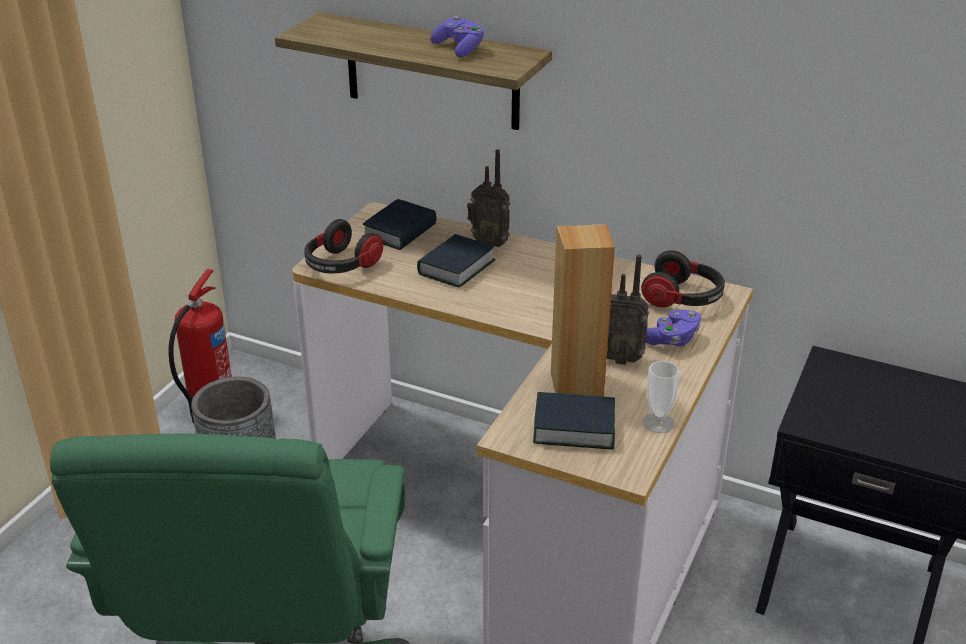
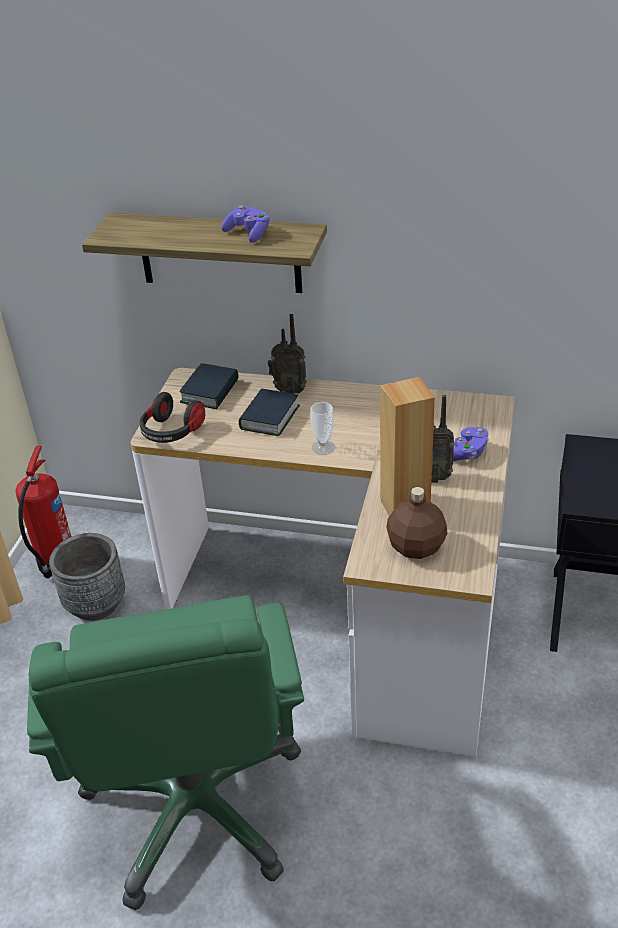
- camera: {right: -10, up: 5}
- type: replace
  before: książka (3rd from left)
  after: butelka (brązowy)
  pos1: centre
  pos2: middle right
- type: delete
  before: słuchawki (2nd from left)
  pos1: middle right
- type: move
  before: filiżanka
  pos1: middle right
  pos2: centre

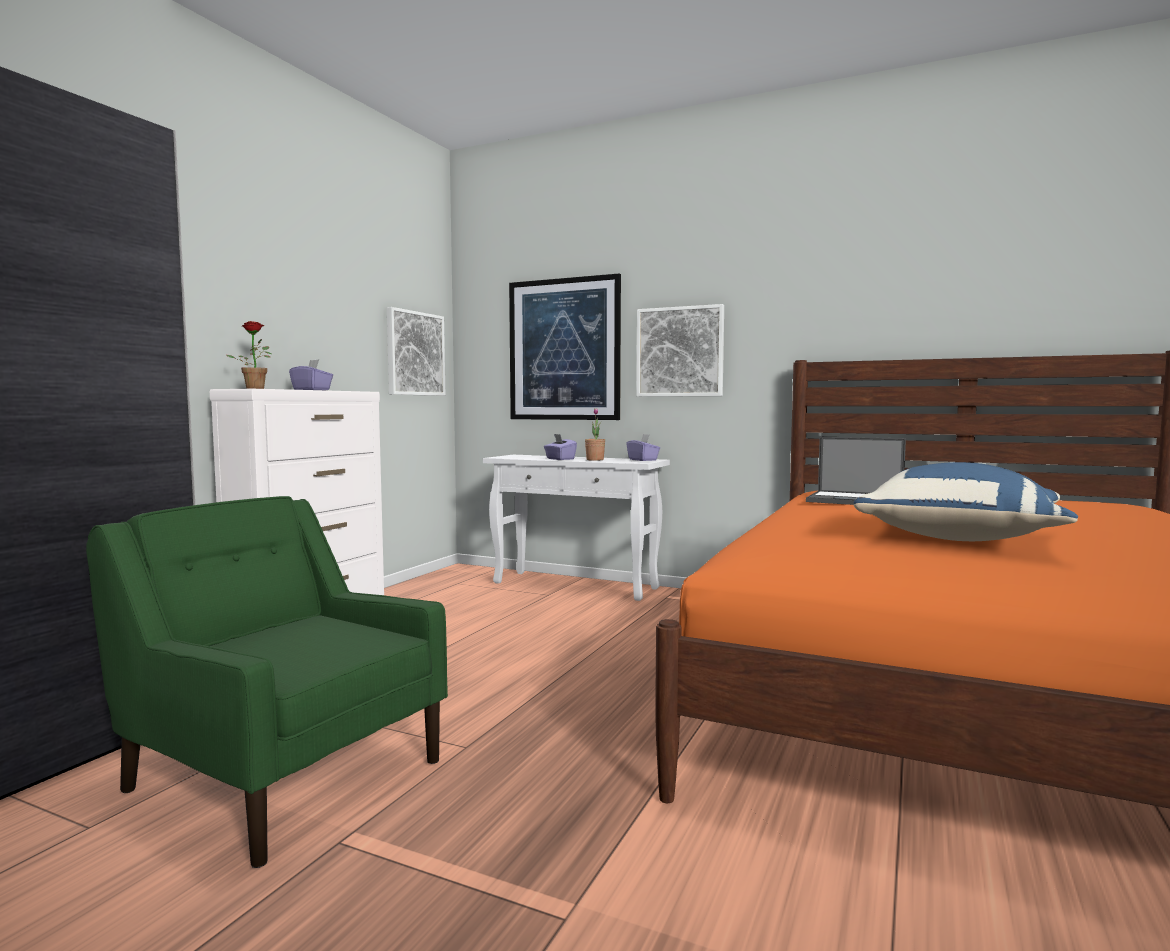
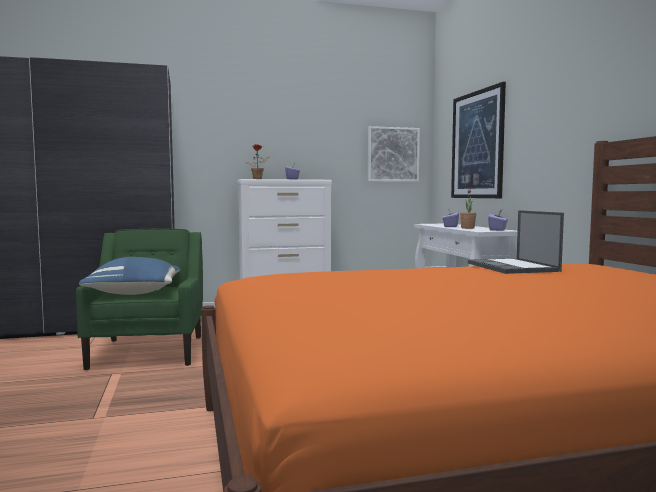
- camera: {right: 50, up: 0}
- type: delete
  before: obraz (3rd from left)
  pos1: centre
- type: move
  before: poduszka (niebieski)
  pos1: middle right
  pos2: middle left

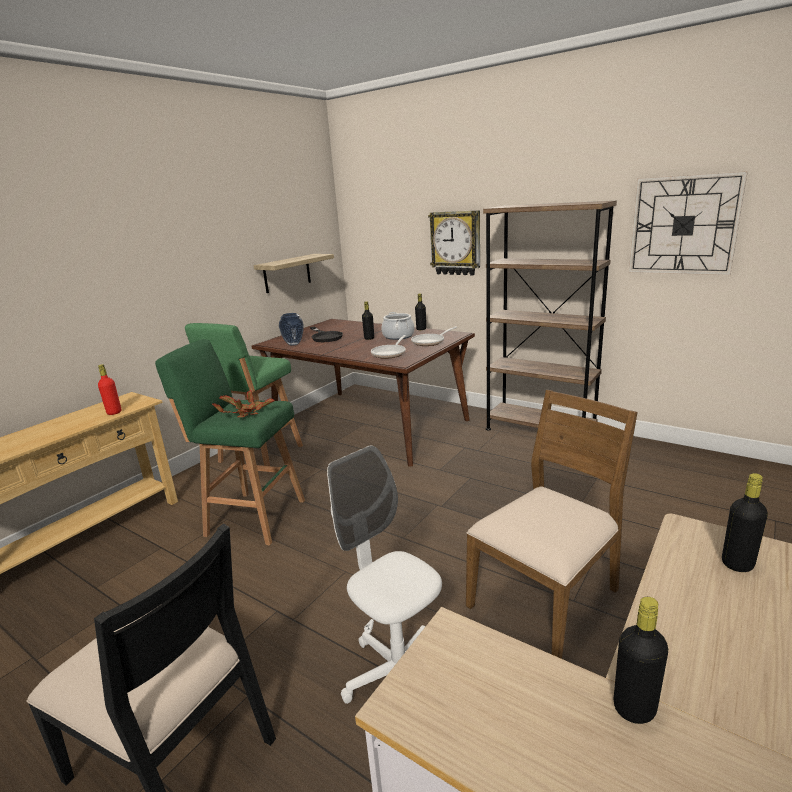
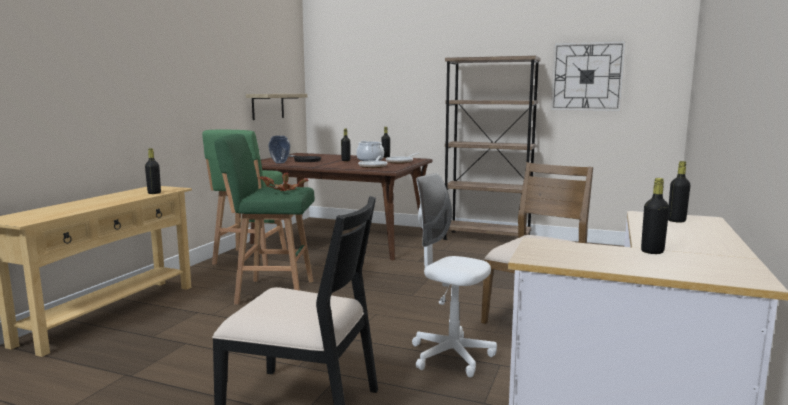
- camera: {right: -15, up: -10}
- type: recolor
  before: butelka (czerwony)
  after: butelka (czarny) (1st from left)
  pos1: middle left
  pos2: middle left
- type: delete
  before: zegar ścienny (1st from left)
  pos1: top centre

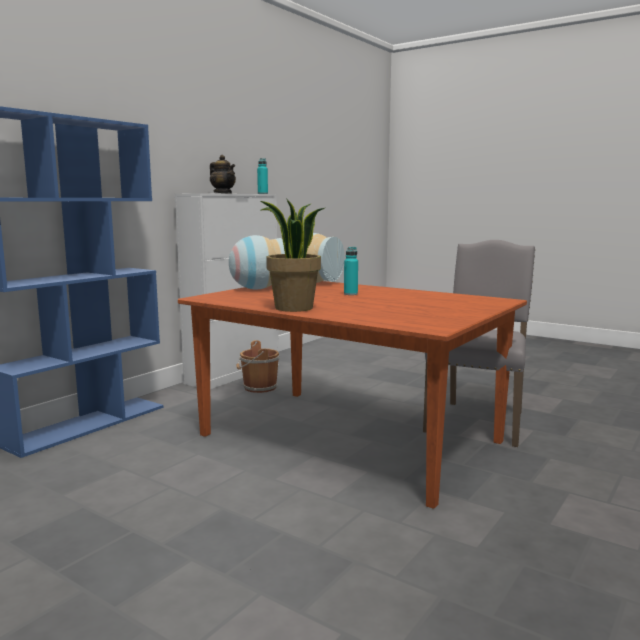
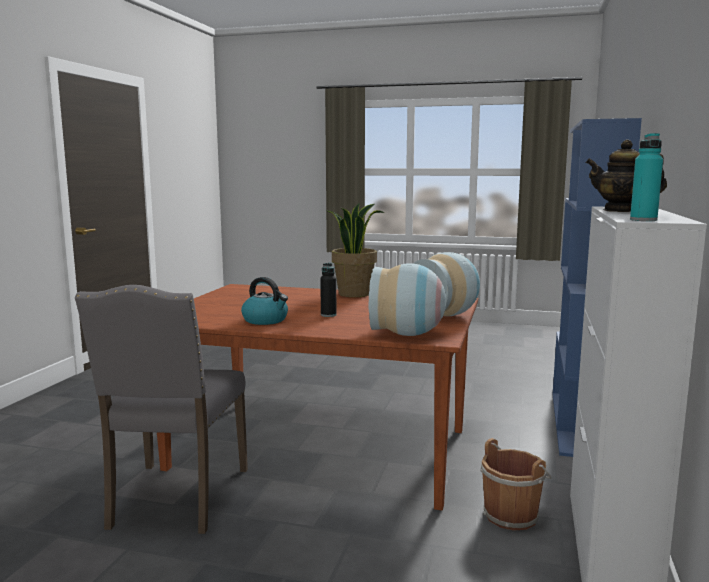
- camera: {right: 160, up: 0}
- type: recolor
  before: butelka (turkusowy) (2nd from left)
  after: butelka (czarny)
  pos1: centre
  pos2: centre
- type: insert
  after: czajnik
  pos2: centre

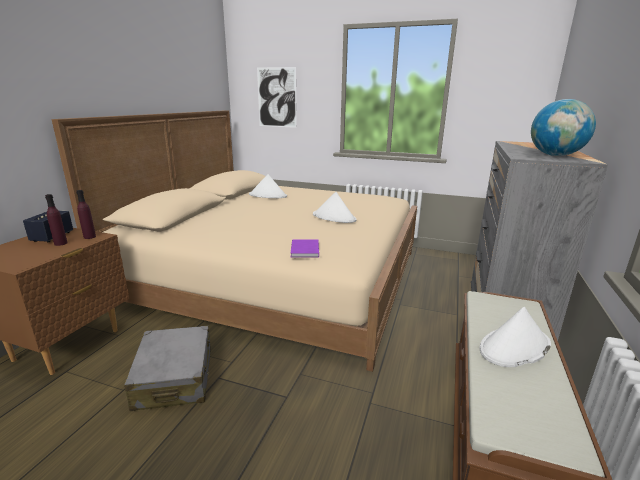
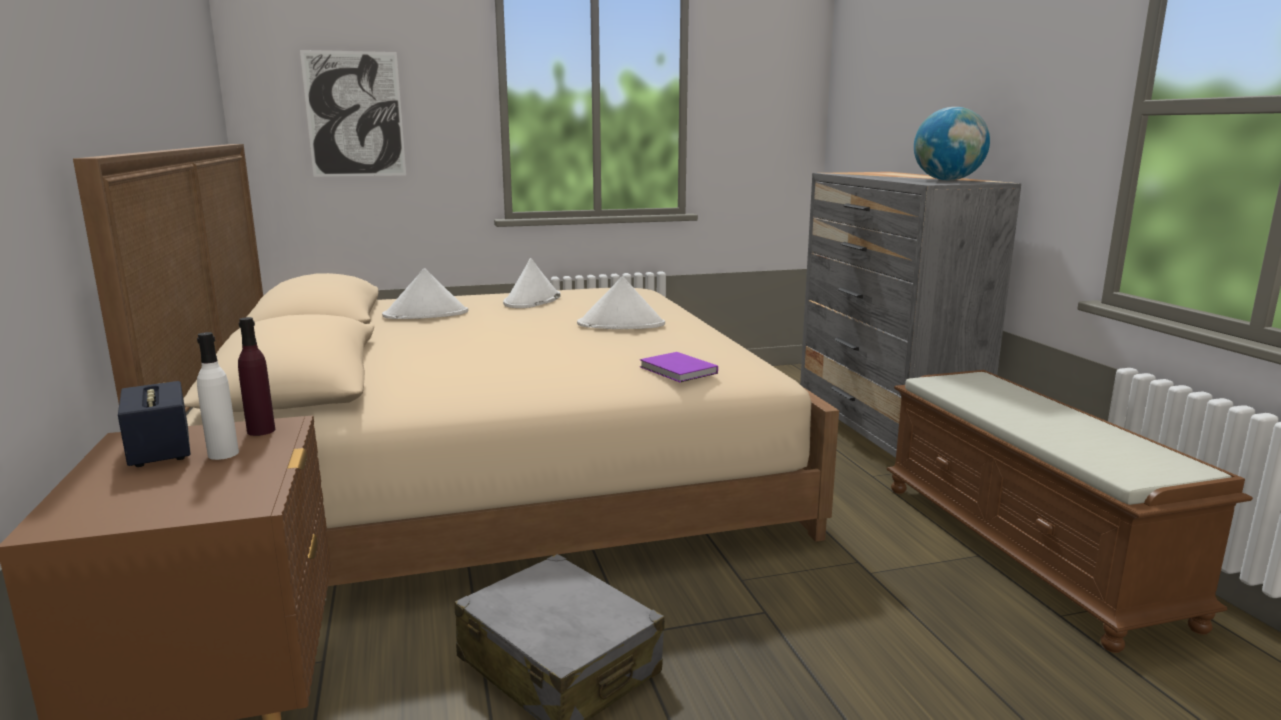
- camera: {right: -35, up: -5}
- type: recolor
  before: butelka (fioletowy) (1st from left)
  after: butelka (biały)
  pos1: middle left
  pos2: middle left
- type: move
  before: kapelusz (biały) (3rd from left in the first image)
  after: kapelusz (biały) (2nd from left)
  pos1: bottom right
  pos2: centre

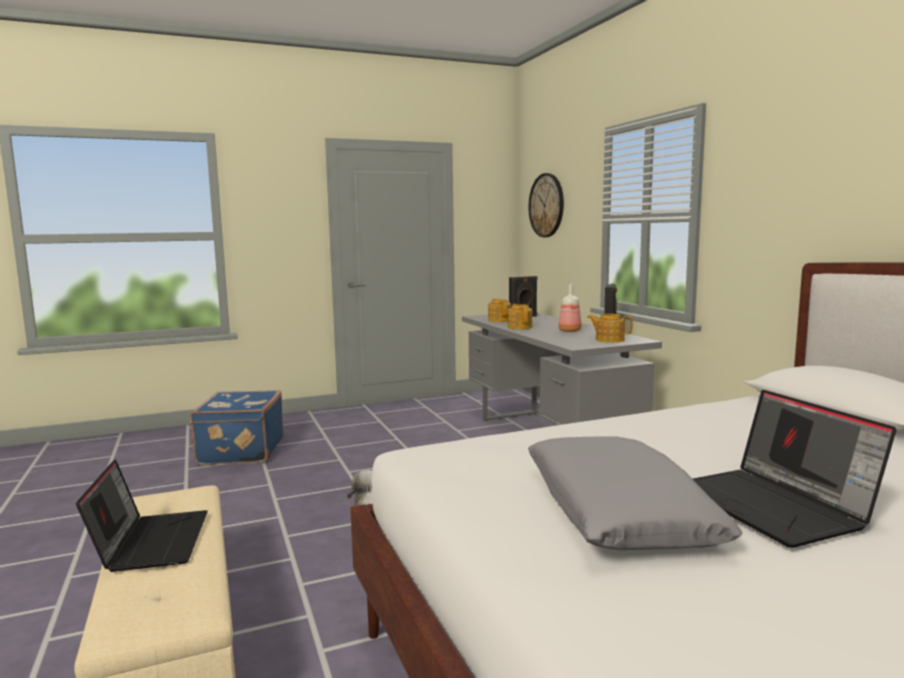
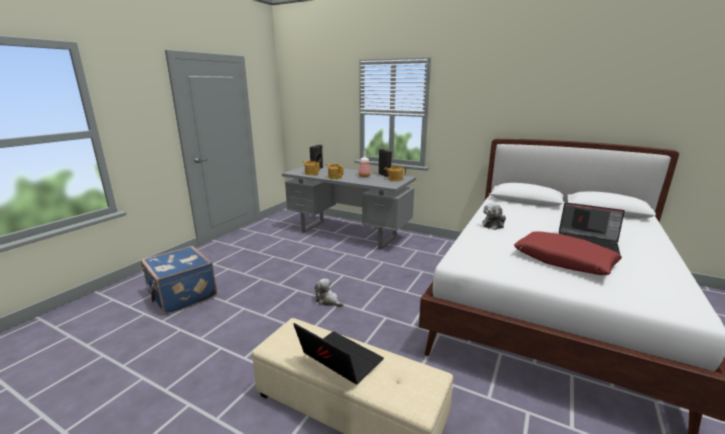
- camera: {right: -40, up: 10}
- type: delete
  before: zegar ścienny
  pos1: top centre
- type: recolor
  before: poduszka (szary)
  after: poduszka (czerwony)
  pos1: bottom right
  pos2: middle right
- type: insert
  after: pluszak (2nd from left)
  pos2: middle right

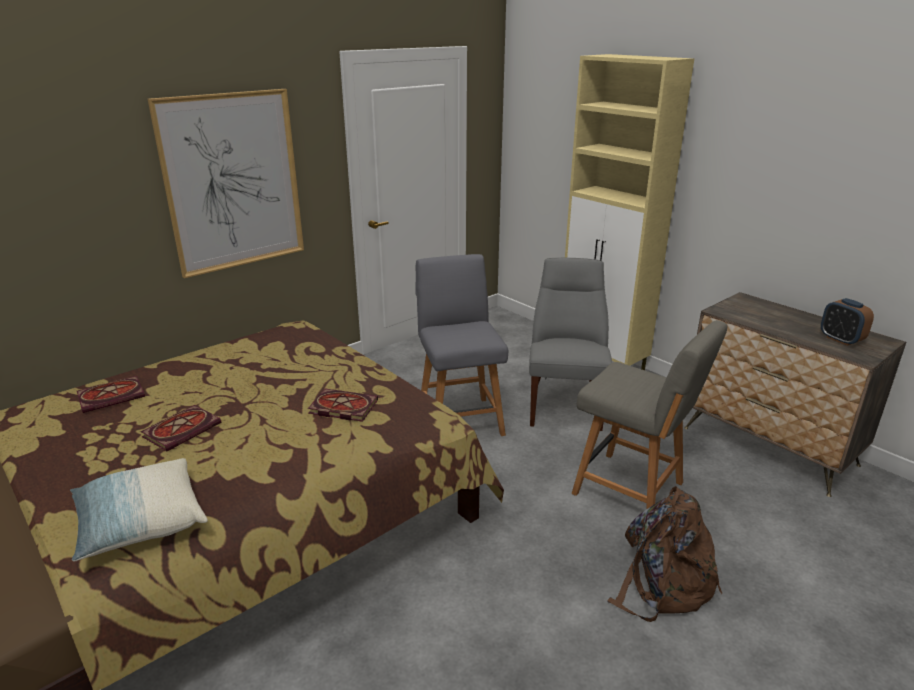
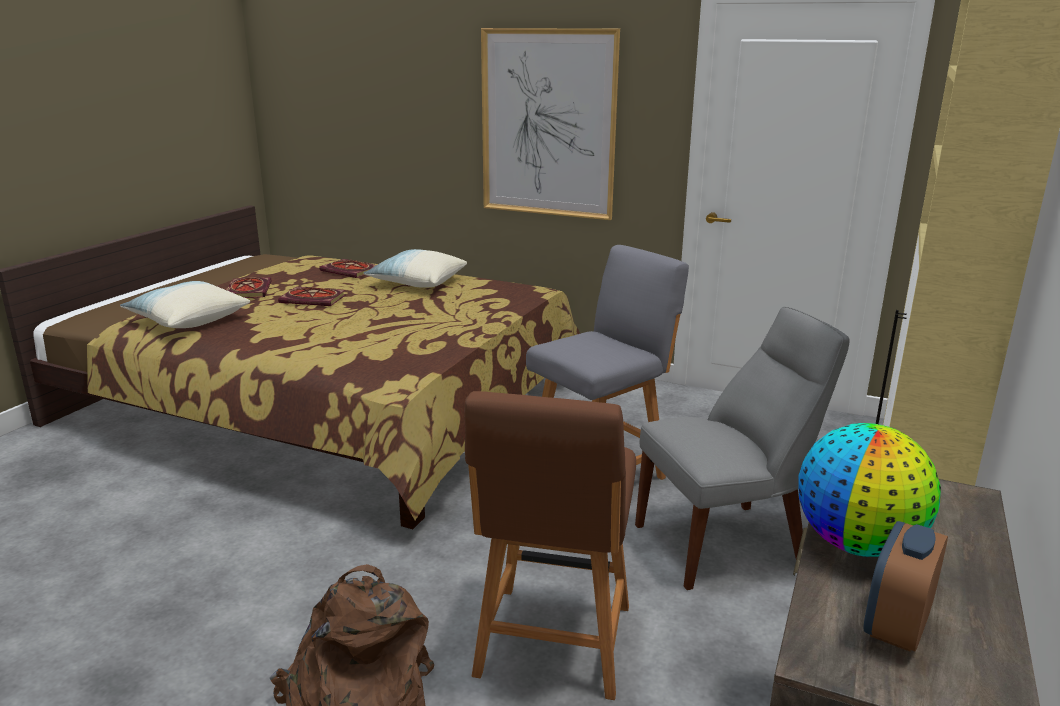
- camera: {right: 65, up: -5}
- type: move
  before: książka (3rd from left in the first image)
  after: książka (1st from left)
  pos1: centre
  pos2: middle left
- type: recolor
  before: krzesło (szary) (3rd from left)
  after: krzesło (brązowy)
  pos1: middle right
  pos2: bottom centre
- type: insert
  after: poduszka (2nd from left)
  pos2: centre
- type: insert
  after: globus
  pos2: bottom right

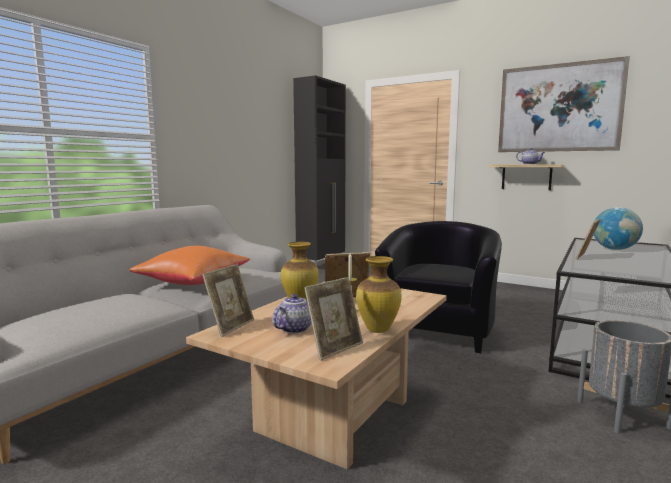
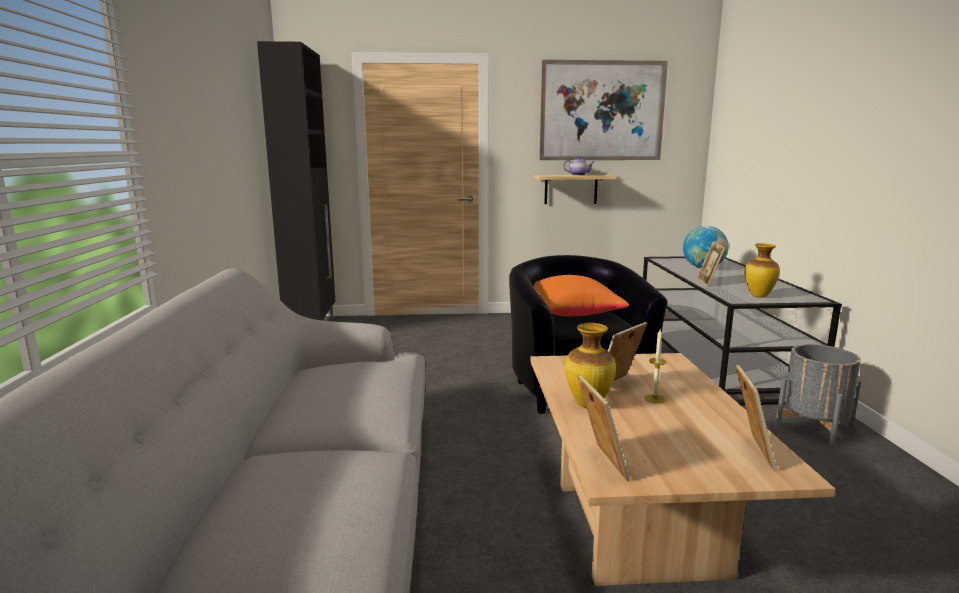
- camera: {right: -35, up: 5}
- type: move
  before: poduszka (pomarańczowy)
  pos1: middle left
  pos2: centre
- type: delete
  before: imbryk (1st from left)
  pos1: centre
- type: move
  before: wazon (2nd from left)
  pos1: centre
  pos2: middle right

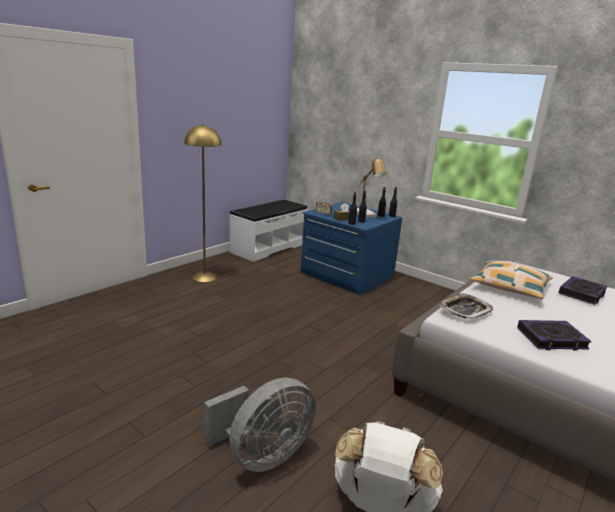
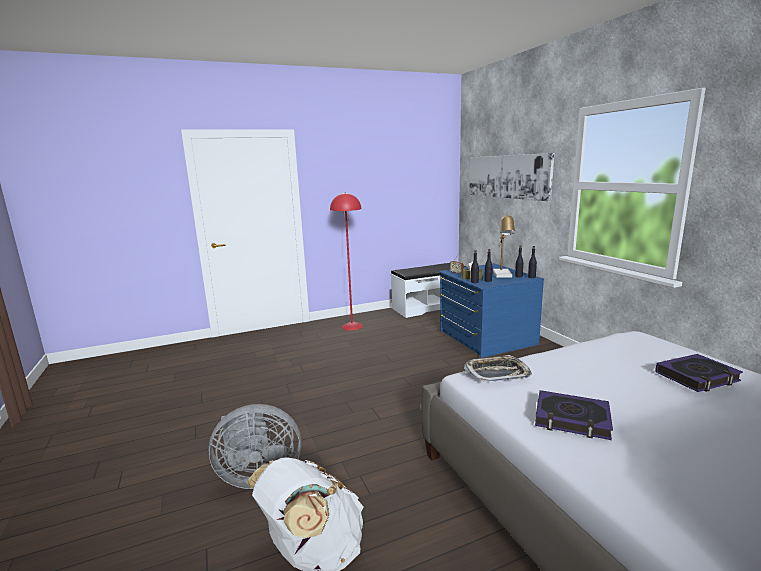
- camera: {right: 30, up: -5}
- type: recolor
  before: lampa stojąca (żółty)
  after: lampa stojąca (czerwony)
  pos1: middle left
  pos2: centre
- type: delete
  before: poduszka
  pos1: middle right
- type: insert
  after: obraz
  pos2: top right

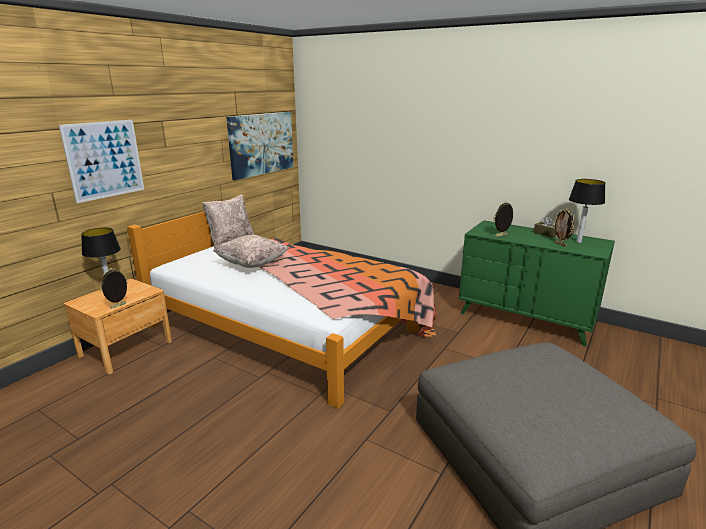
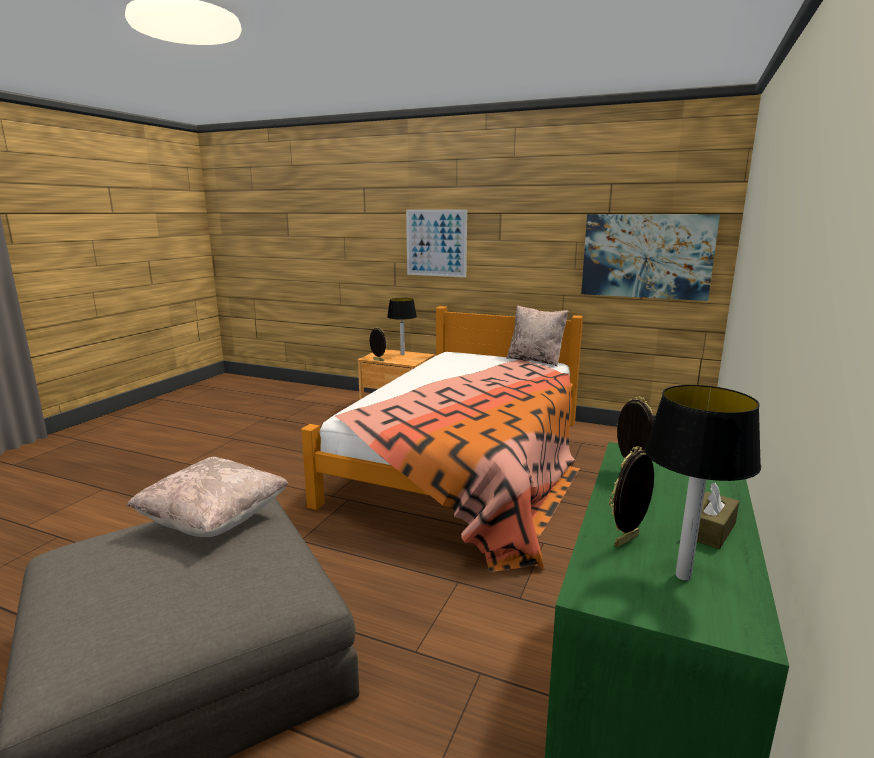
- camera: {right: 80, up: -5}
- type: move
  before: poduszka (beżowy) (2nd from left in the first image)
  after: poduszka (beżowy) (1st from left)
  pos1: centre
  pos2: middle left

